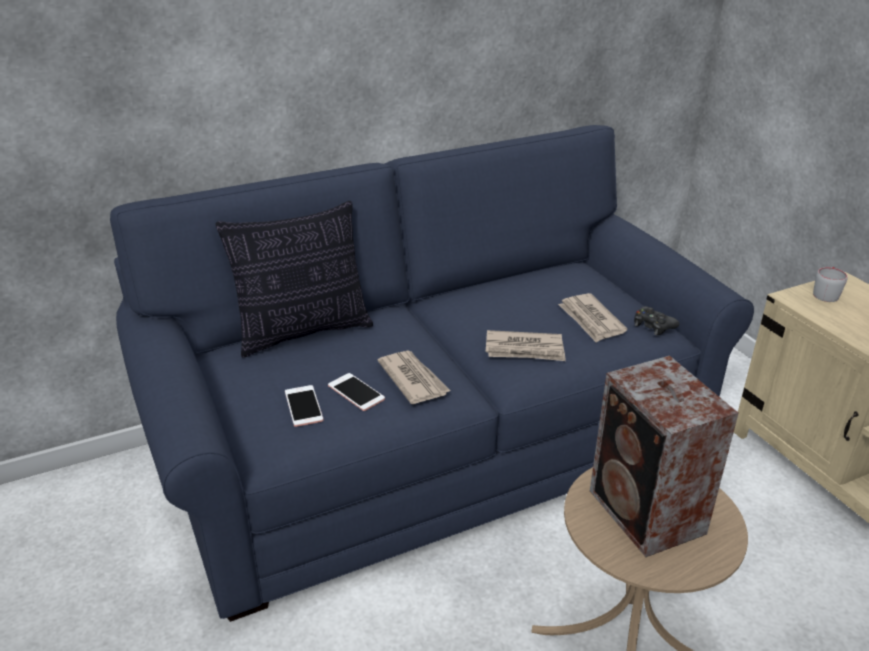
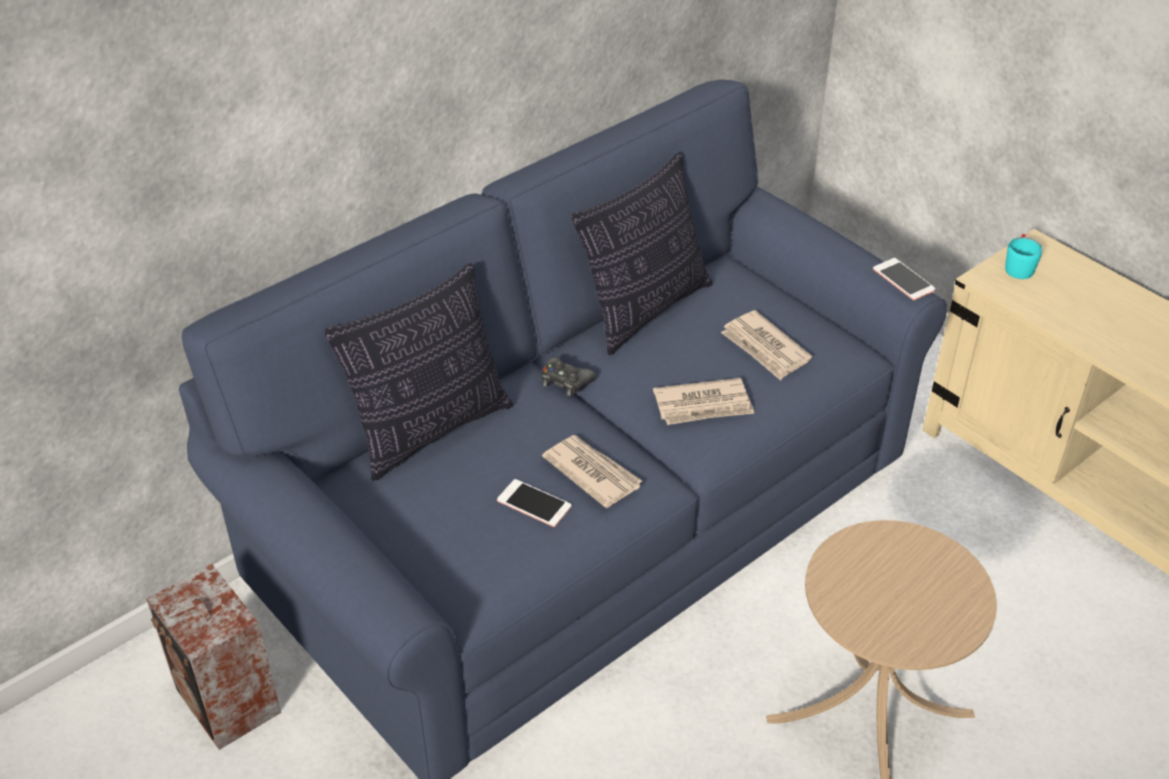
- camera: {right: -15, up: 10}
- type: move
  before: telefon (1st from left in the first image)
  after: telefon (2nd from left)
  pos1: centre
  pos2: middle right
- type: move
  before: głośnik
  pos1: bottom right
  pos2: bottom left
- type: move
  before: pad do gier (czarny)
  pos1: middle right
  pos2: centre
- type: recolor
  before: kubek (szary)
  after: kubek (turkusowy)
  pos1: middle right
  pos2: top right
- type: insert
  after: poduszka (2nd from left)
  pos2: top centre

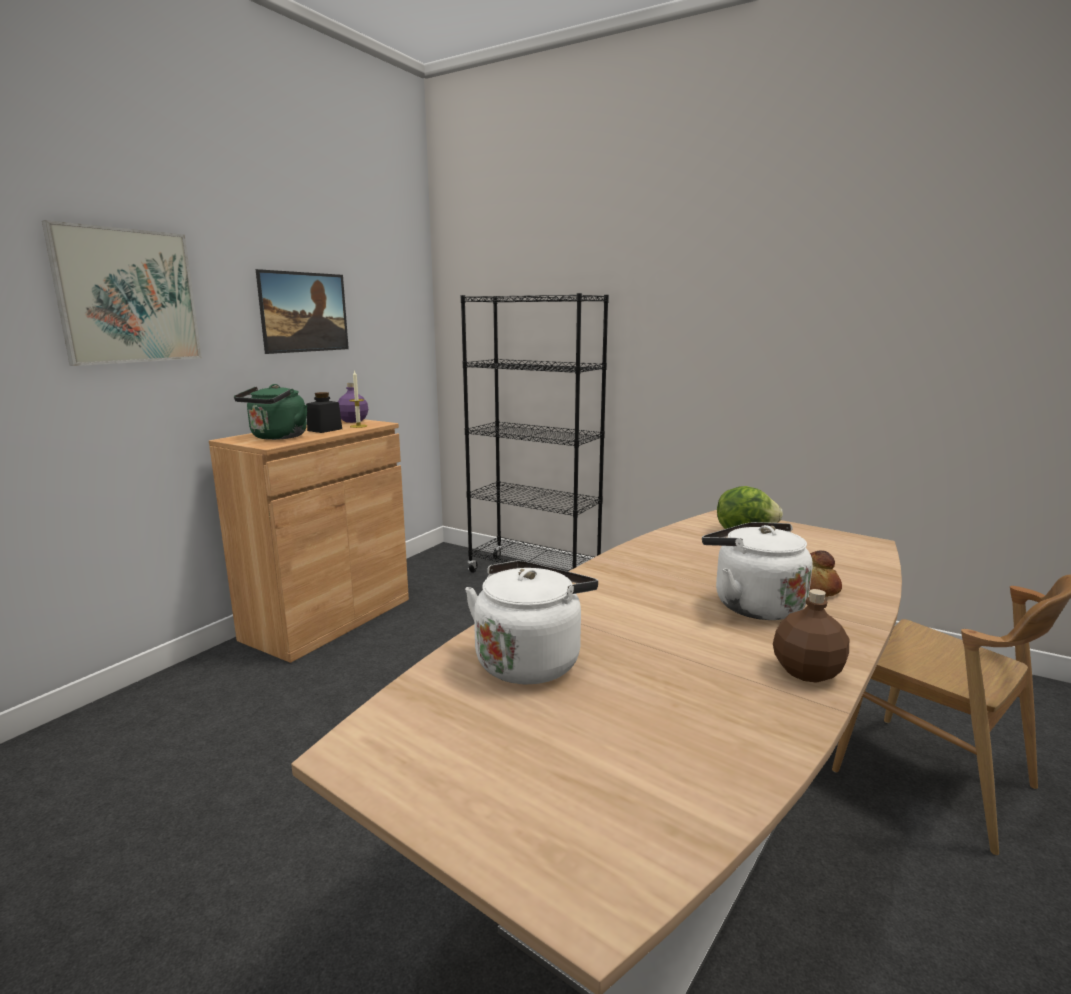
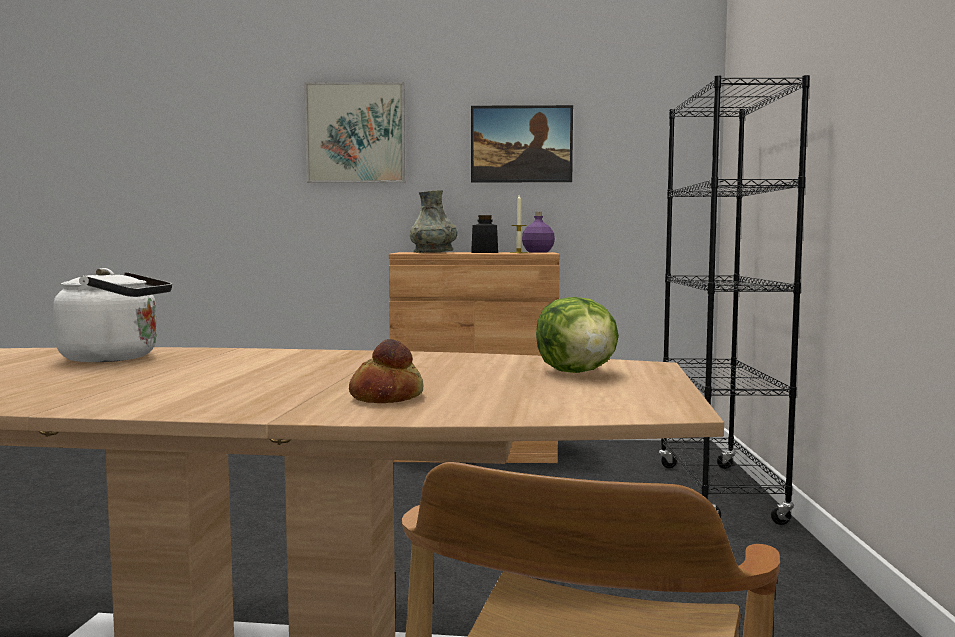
- camera: {right: 60, up: -10}
- type: replace
  before: czajnik (zielony)
  after: wazon (szary)
  pos1: middle left
  pos2: centre
- type: delete
  before: czajnik (biały) (2nd from left)
  pos1: middle right
- type: delete
  before: butelka (brązowy)
  pos1: middle right

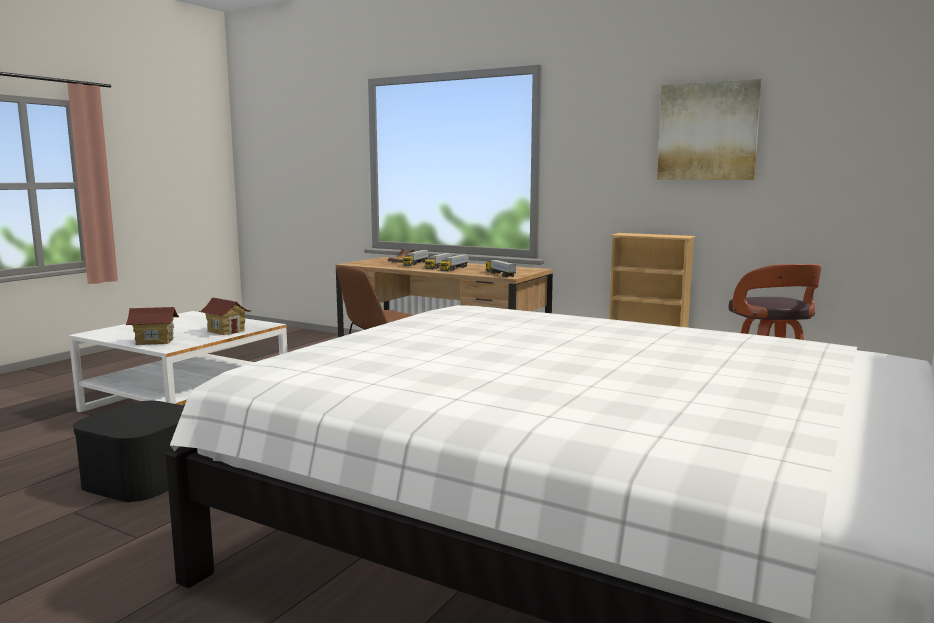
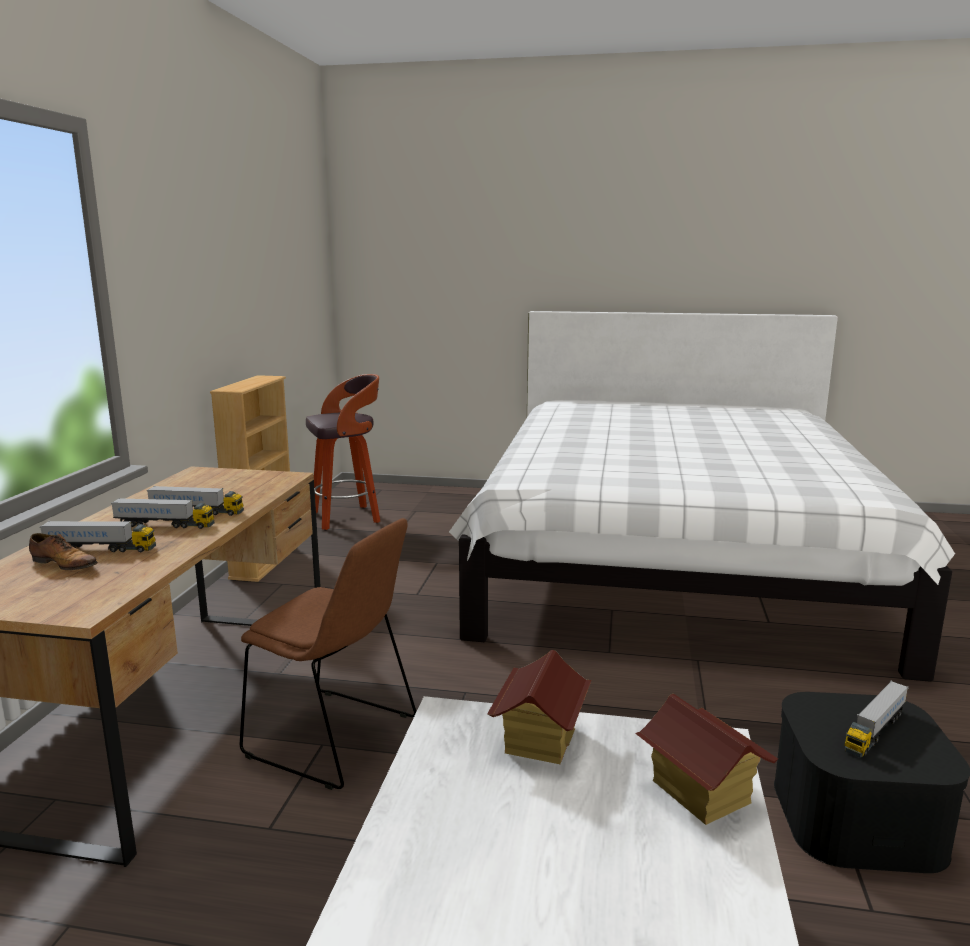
- camera: {right: -110, up: 5}
- type: move
  before: ciężarówka zabawkowa (4th from left)
  pos1: centre
  pos2: bottom right
- type: delete
  before: obraz
  pos1: top right

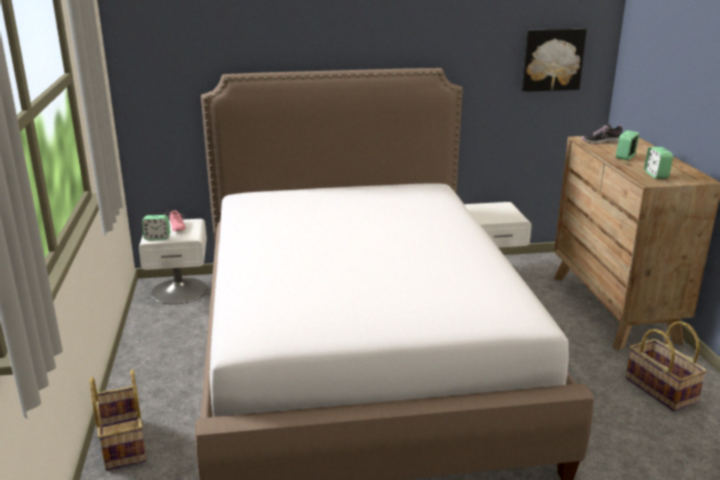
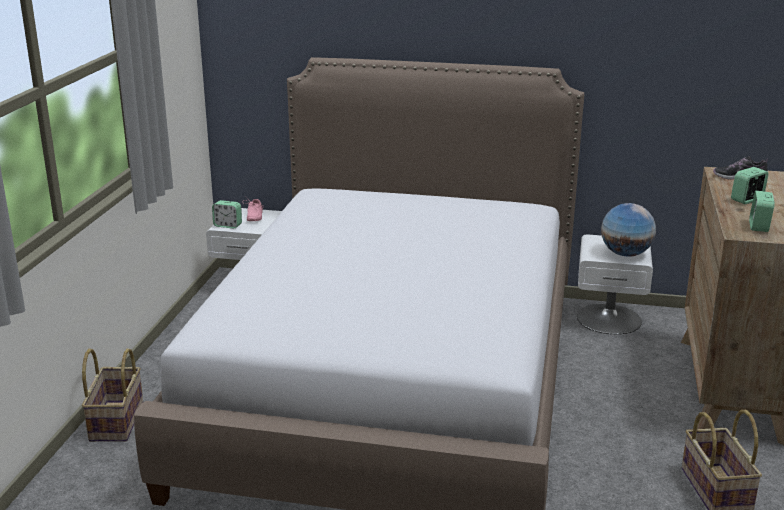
- camera: {right: 20, up: 0}
- type: delete
  before: obraz
  pos1: top right
- type: insert
  after: globus
  pos2: middle right

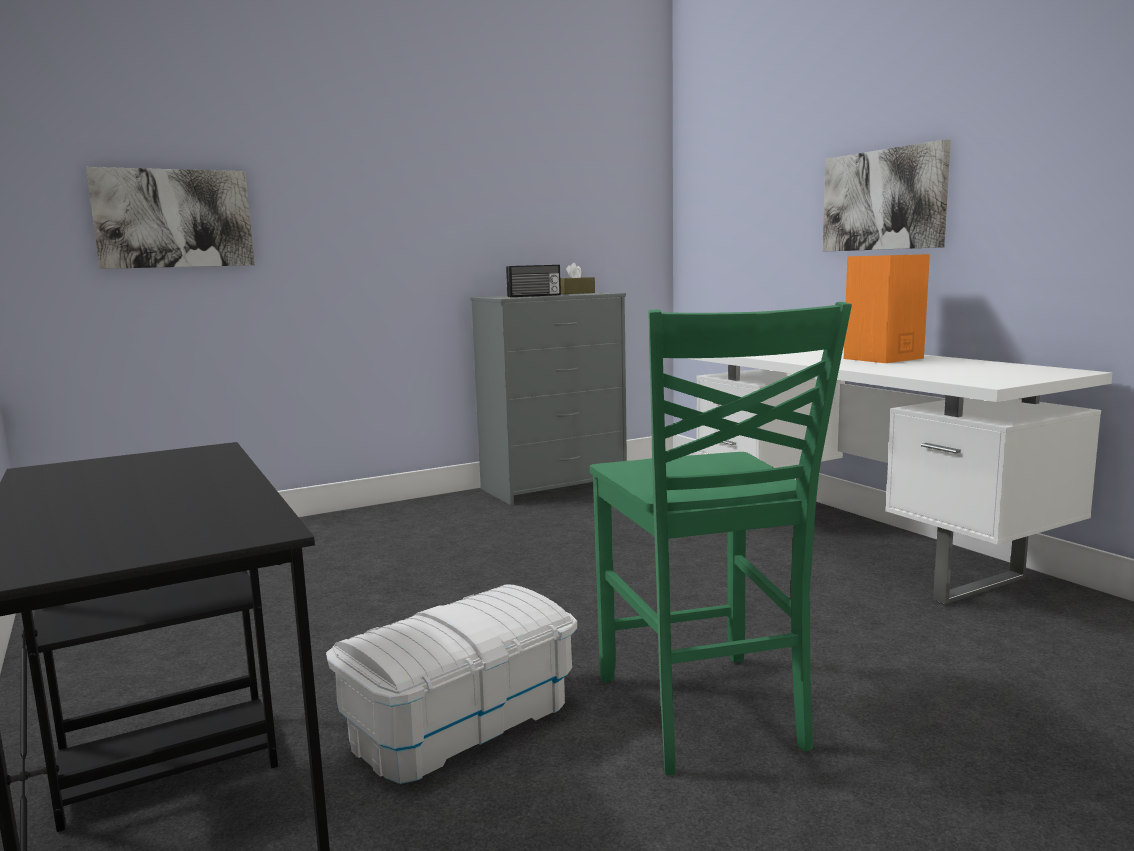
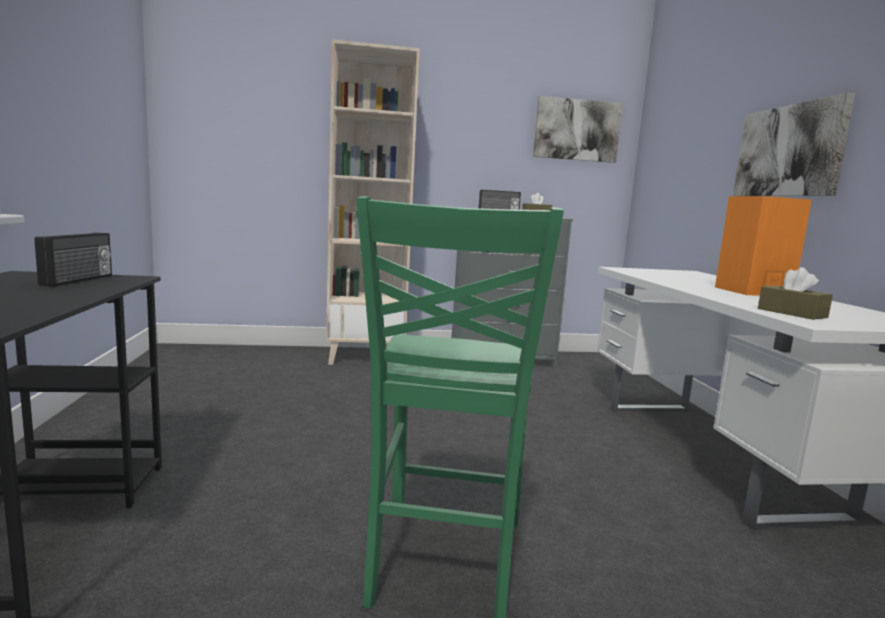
- camera: {right: 20, up: 0}
- type: move
  before: obraz (1st from left)
  pos1: top left
  pos2: top centre
- type: delete
  before: pojemnik do przechowywania (biały)
  pos1: bottom centre
- type: insert
  after: radio (1st from left)
  pos2: middle left
- type: insert
  after: regał (beżowy)
  pos2: top centre
- type: insert
  after: pudełko chusteczek (brązowy) (2nd from left)
  pos2: middle right

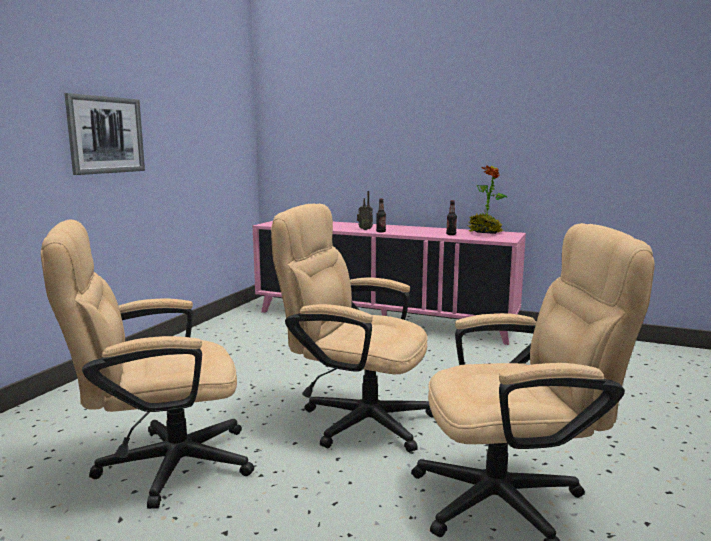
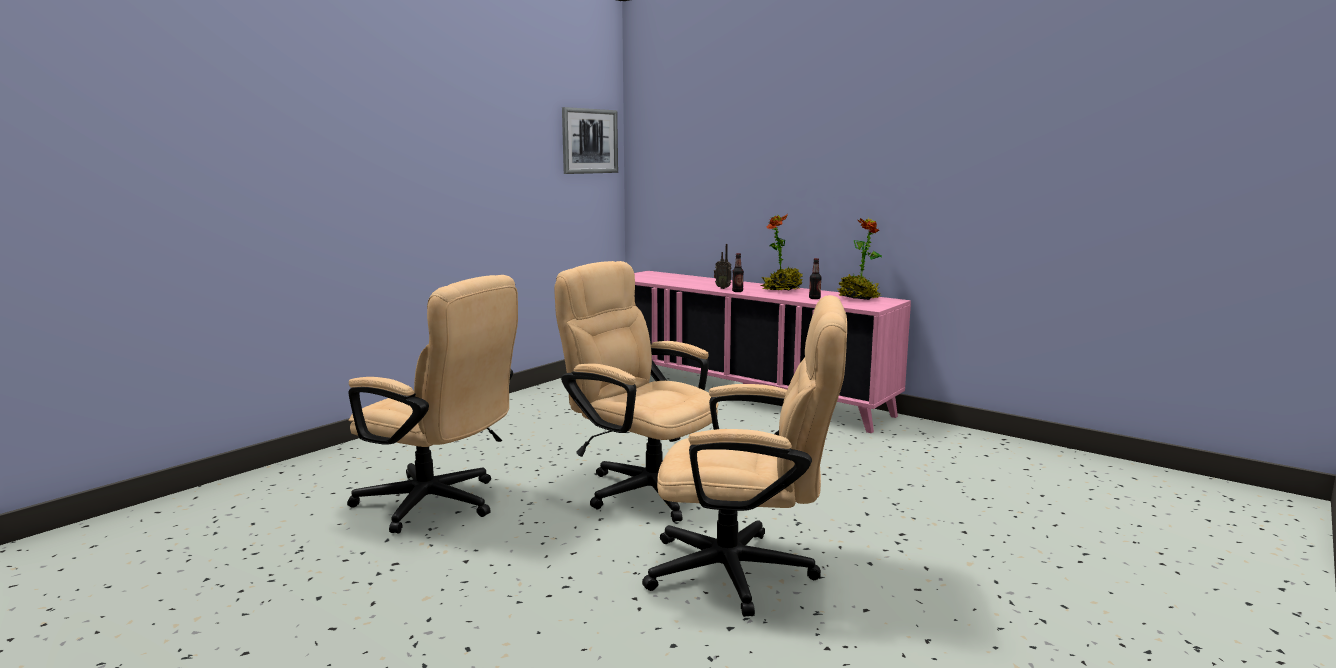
- camera: {right: 15, up: 0}
- type: rotate
  before: krzesło biurowe (beżowy) (1st from left)
  pos1: bottom left
  pos2: middle left
  turn: -150
- type: move
  before: obraz
  pos1: top left
  pos2: top centre
- type: insert
  after: roślina doniczkowa (1st from left)
  pos2: centre

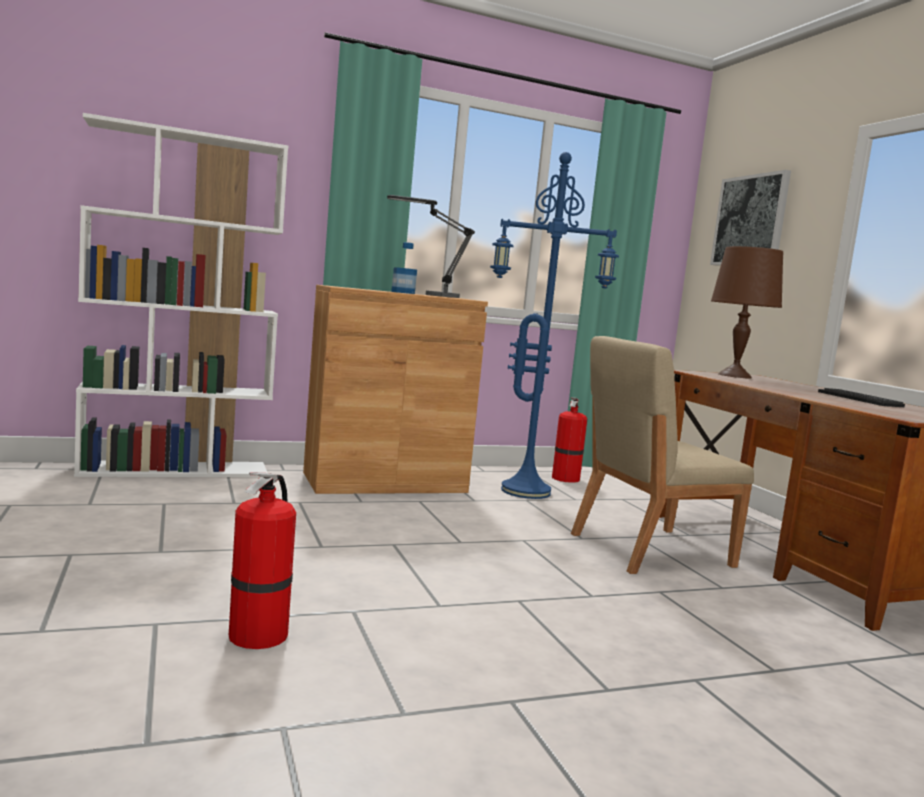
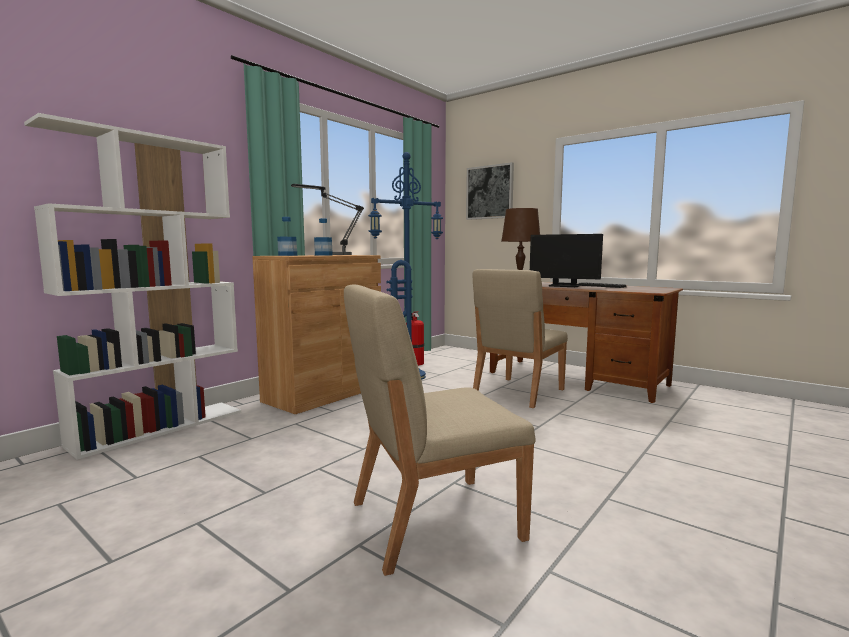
- camera: {right: -30, up: 0}
- type: replace
  before: gaśnica (1st from left)
  after: krzesło (beżowy) (1st from left)
  pos1: bottom left
  pos2: bottom centre
- type: insert
  after: butelka (1st from left)
  pos2: centre
- type: insert
  after: monitor
  pos2: middle right

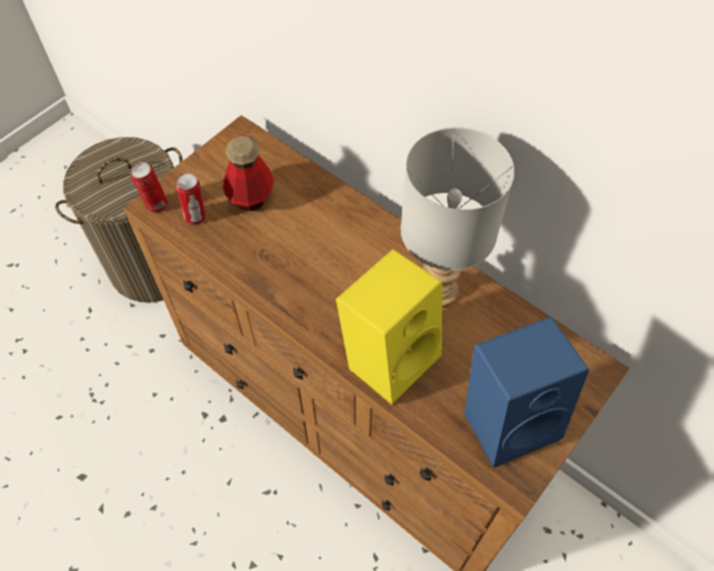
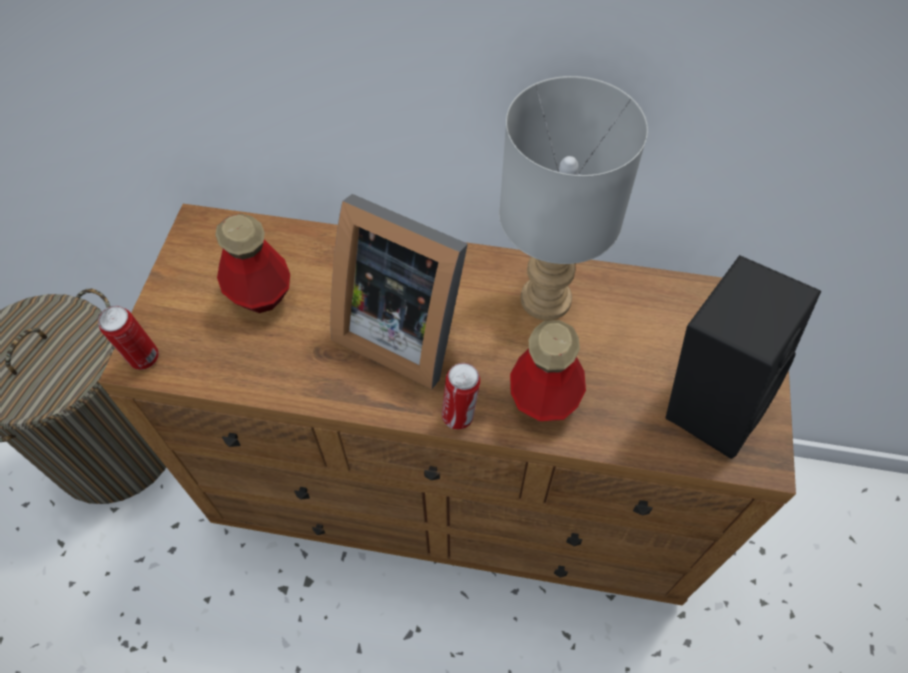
- camera: {right: -30, up: 0}
- type: move
  before: puszka (2nd from left)
  pos1: middle left
  pos2: centre
- type: replace
  before: głośnik (żółty)
  after: butelka (2nd from left)
  pos1: centre
  pos2: centre
- type: recolor
  before: głośnik (niebieski)
  after: głośnik (czarny)
  pos1: bottom right
  pos2: middle right
- type: insert
  after: ramka na zdjęcie
  pos2: centre

